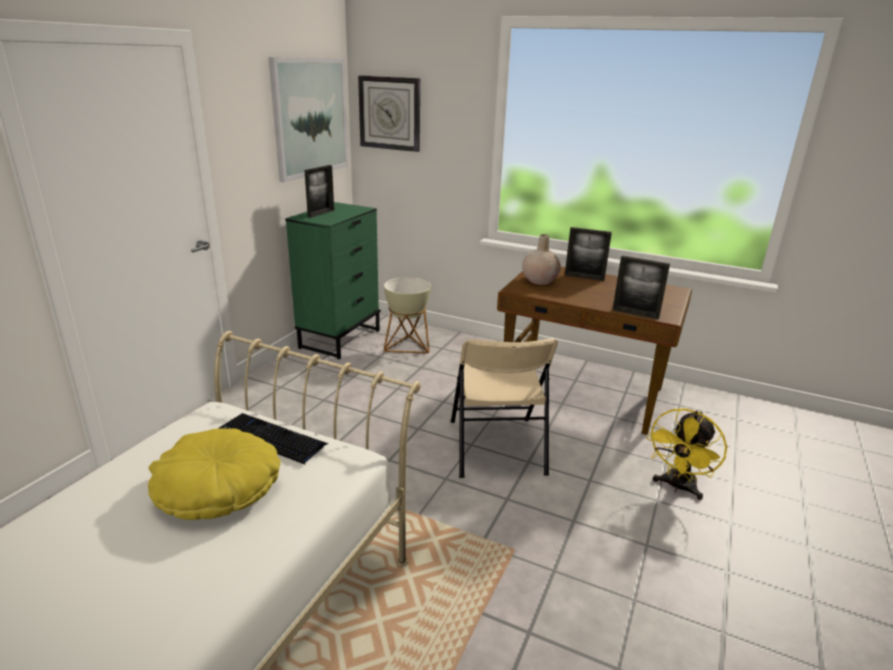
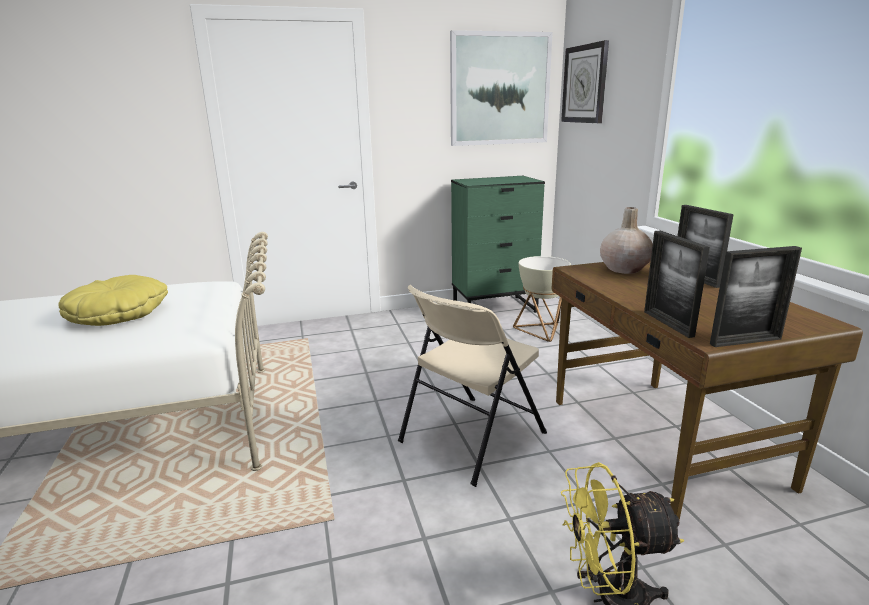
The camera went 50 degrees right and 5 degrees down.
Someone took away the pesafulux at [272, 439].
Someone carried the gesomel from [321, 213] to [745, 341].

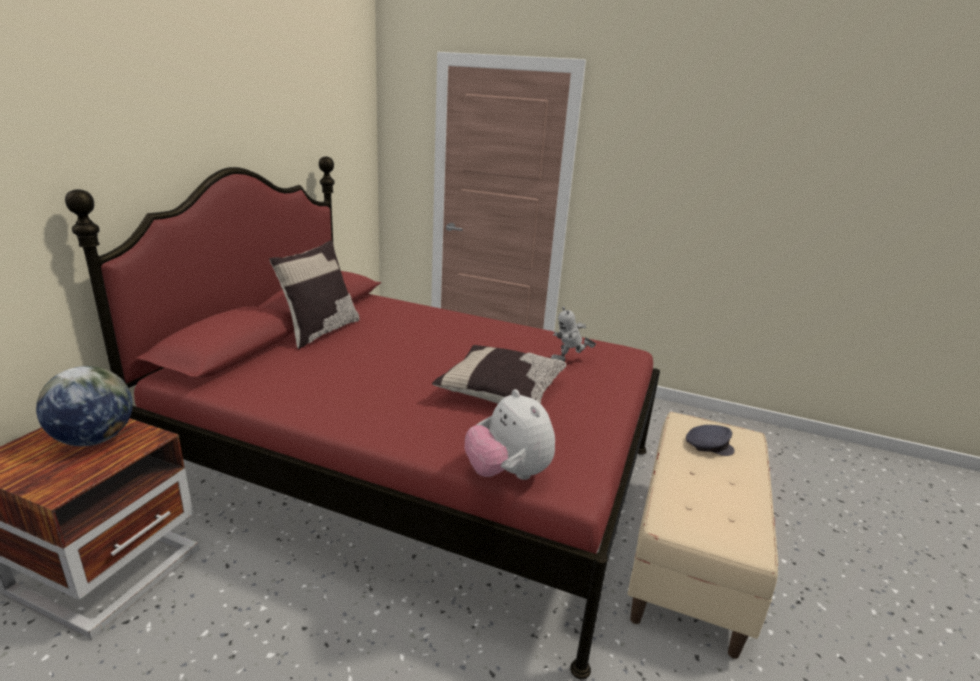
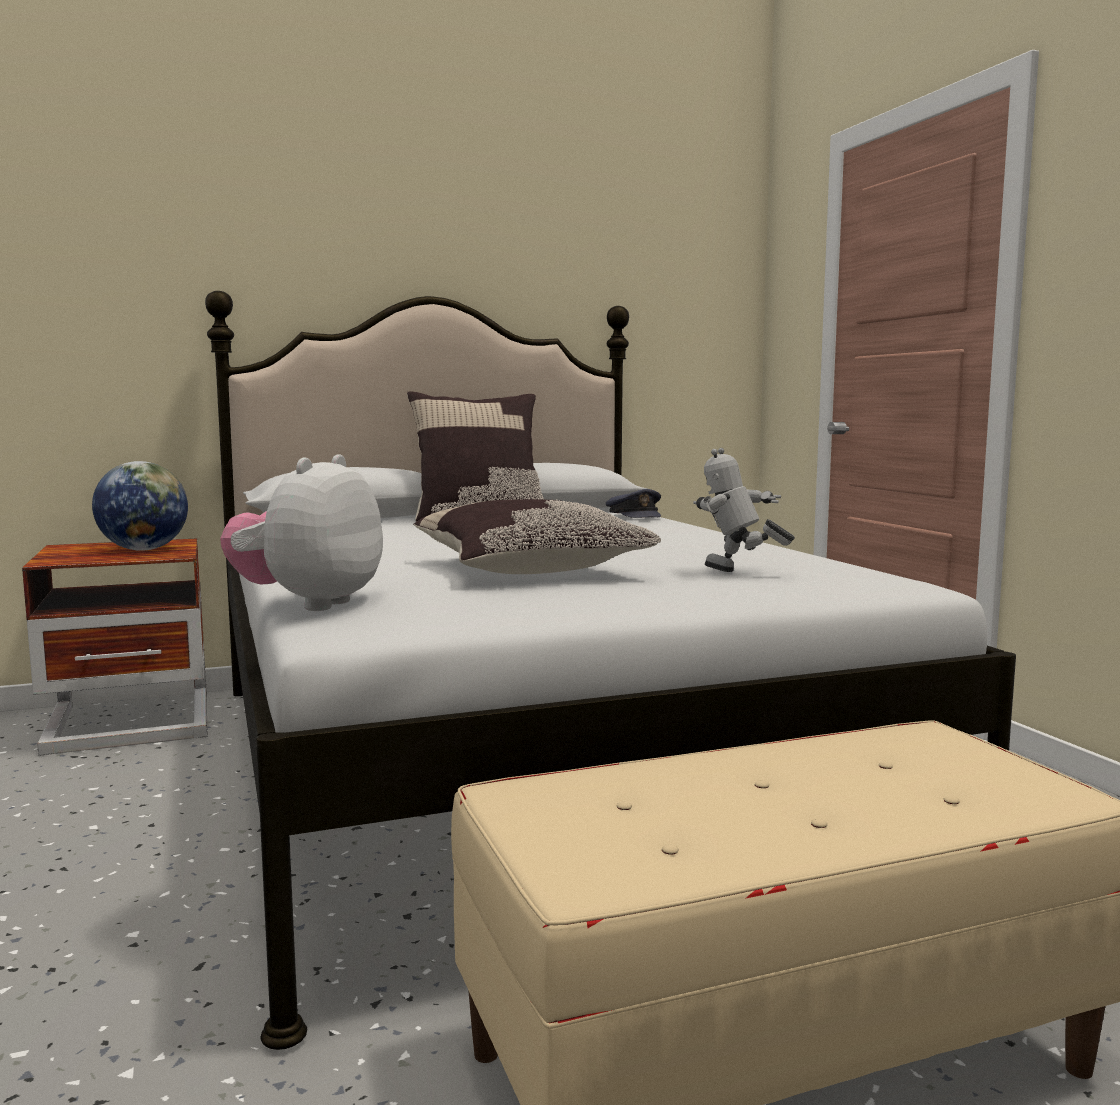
The camera went 50 degrees right and 15 degrees down.
Someone repainted the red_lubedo at [418, 475], which became the white_lubedo at [520, 767].
Someone carried the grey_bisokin from [707, 445] to [635, 515].

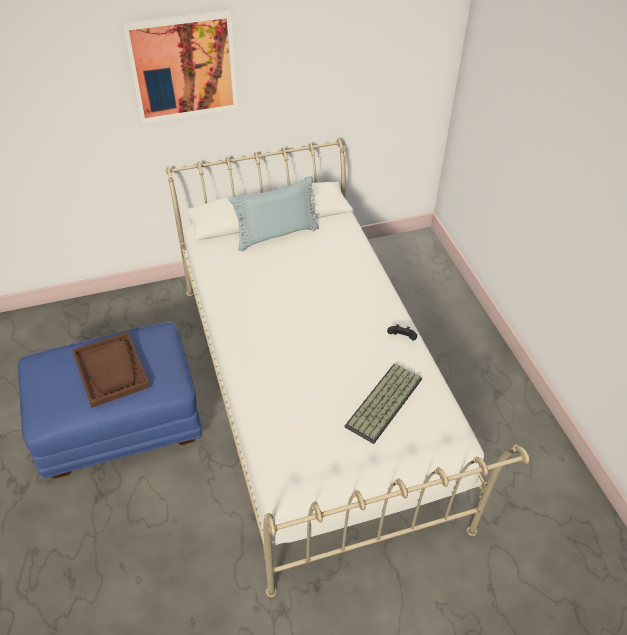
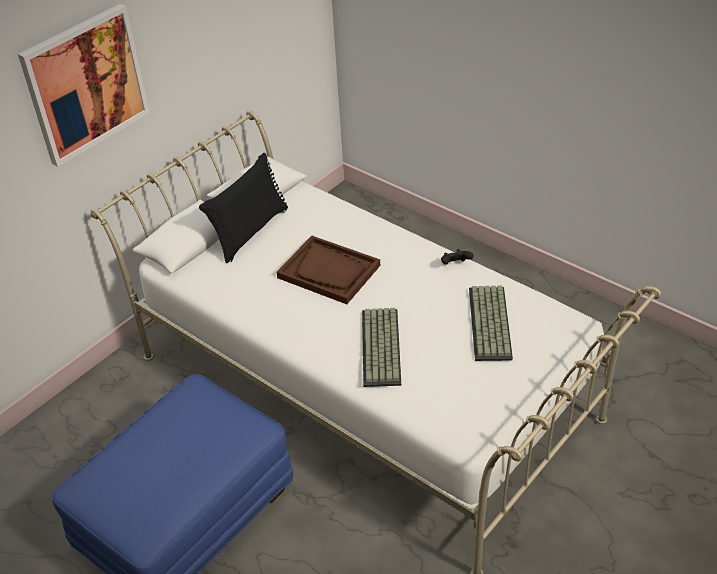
The camera went 30 degrees left and 5 degrees down.
Someone carried the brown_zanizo from [111, 370] to [329, 271].
Someone repainted the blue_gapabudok at [276, 234], which became the black_gapabudok at [250, 232].
Someone put down the pesafulux at [382, 348].

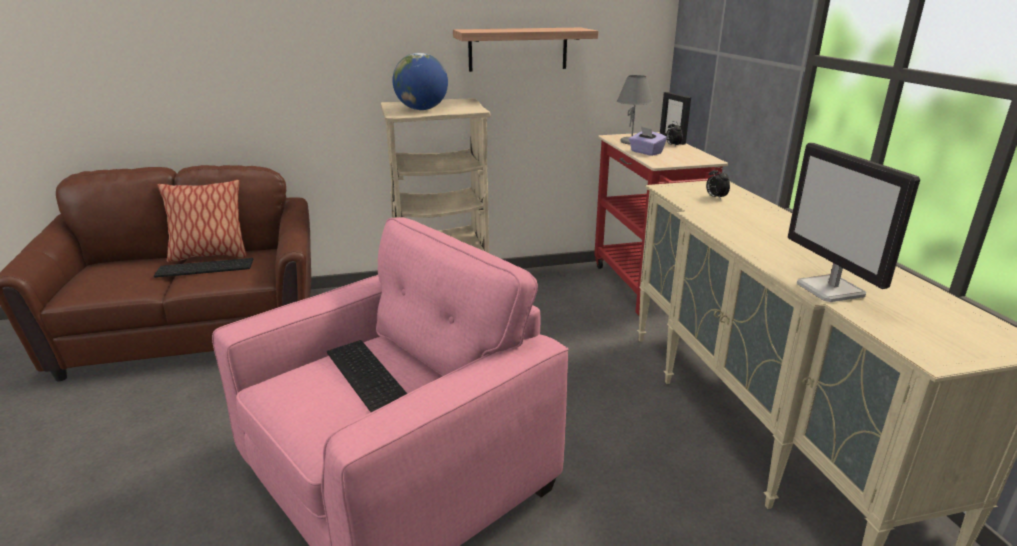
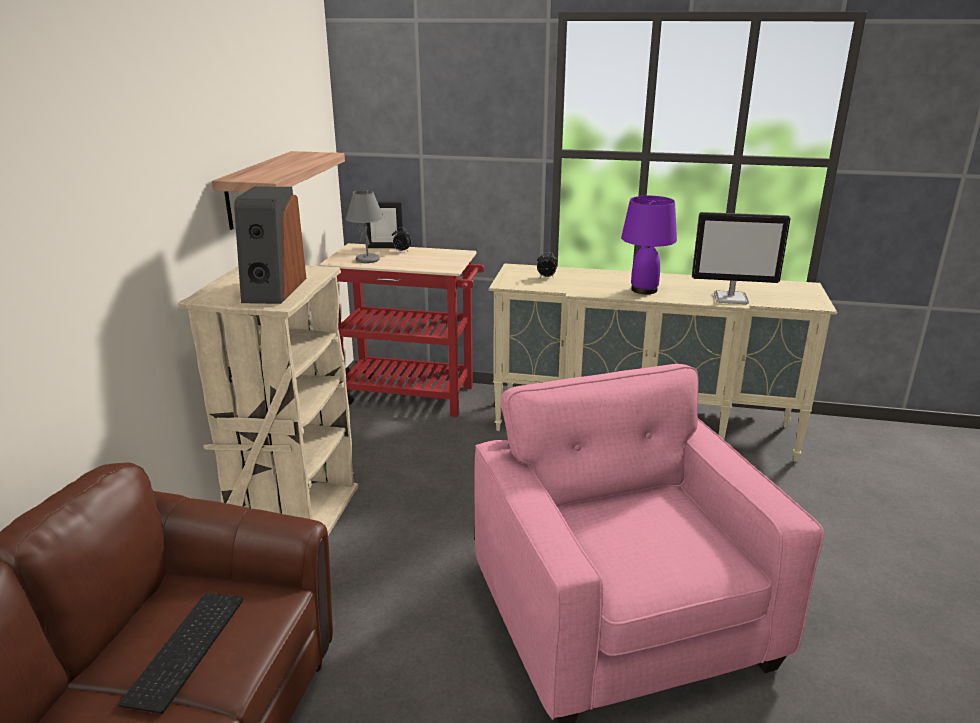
The camera went 65 degrees left and 0 degrees up.
Someone took away the gapabudok at [210, 256].
Someone took away the pesafulux at [369, 375].
Someone swapped the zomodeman at [422, 109] for the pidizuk at [273, 290].
Someone took away the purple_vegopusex at [646, 152].
Someone put down the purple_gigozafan at [644, 290].

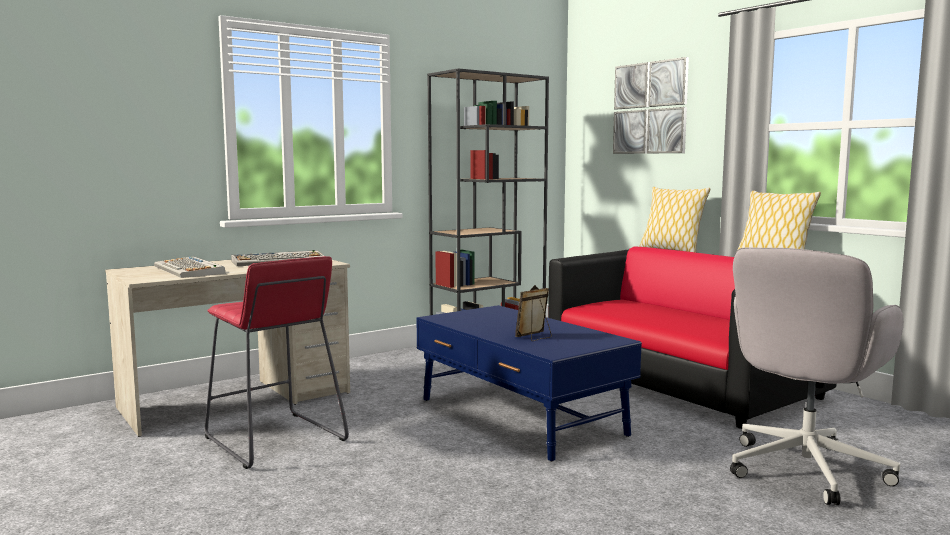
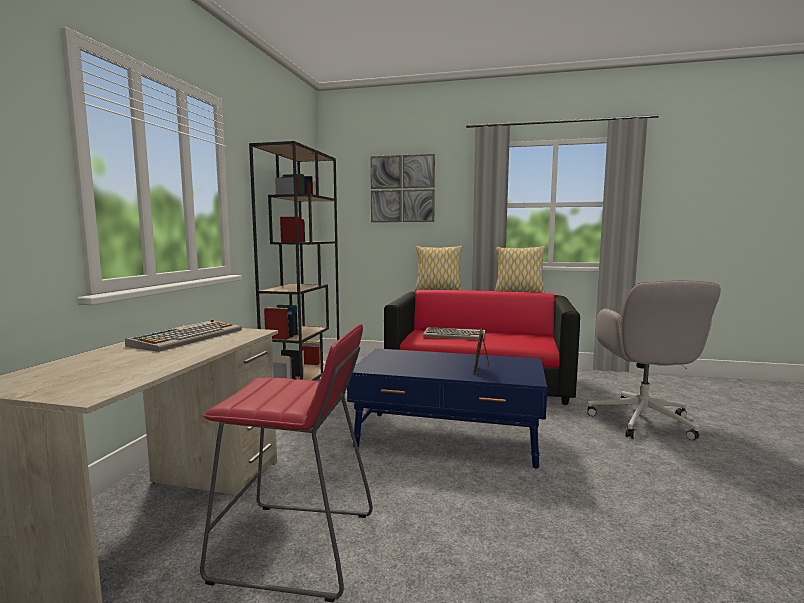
The camera went 40 degrees left and 0 degrees up.
Someone carried the pesafulux from [189, 270] to [455, 335].

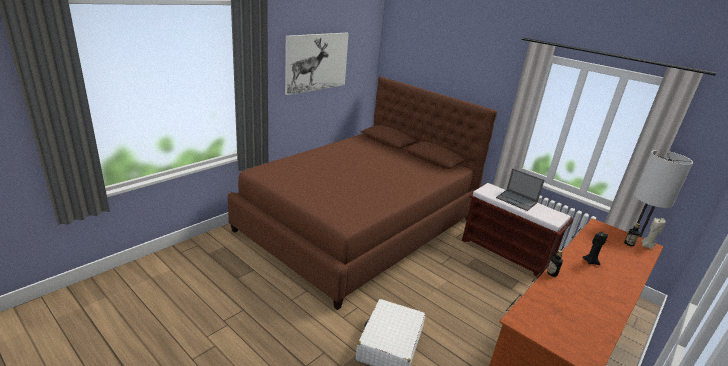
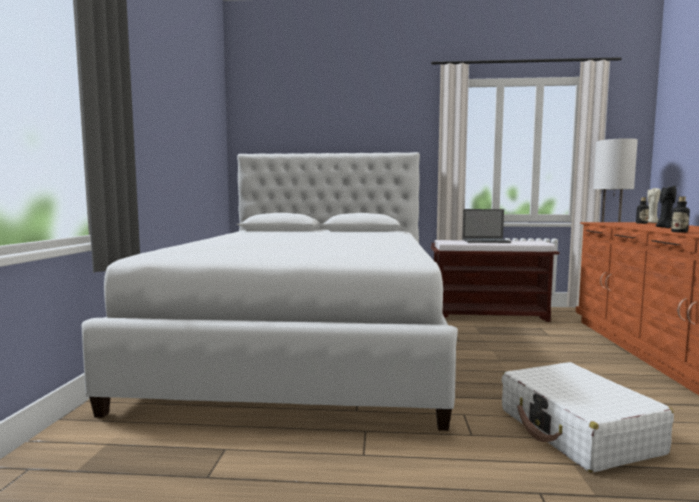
The camera went 35 degrees left and 20 degrees down.
Someone repainted the brown_lubedo at [359, 225], which became the white_lubedo at [309, 341].
Someone took away the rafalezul at [316, 62].

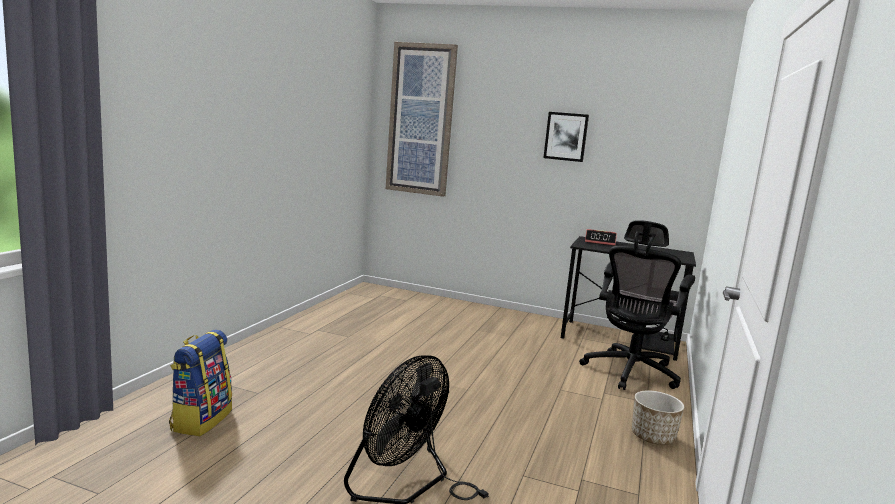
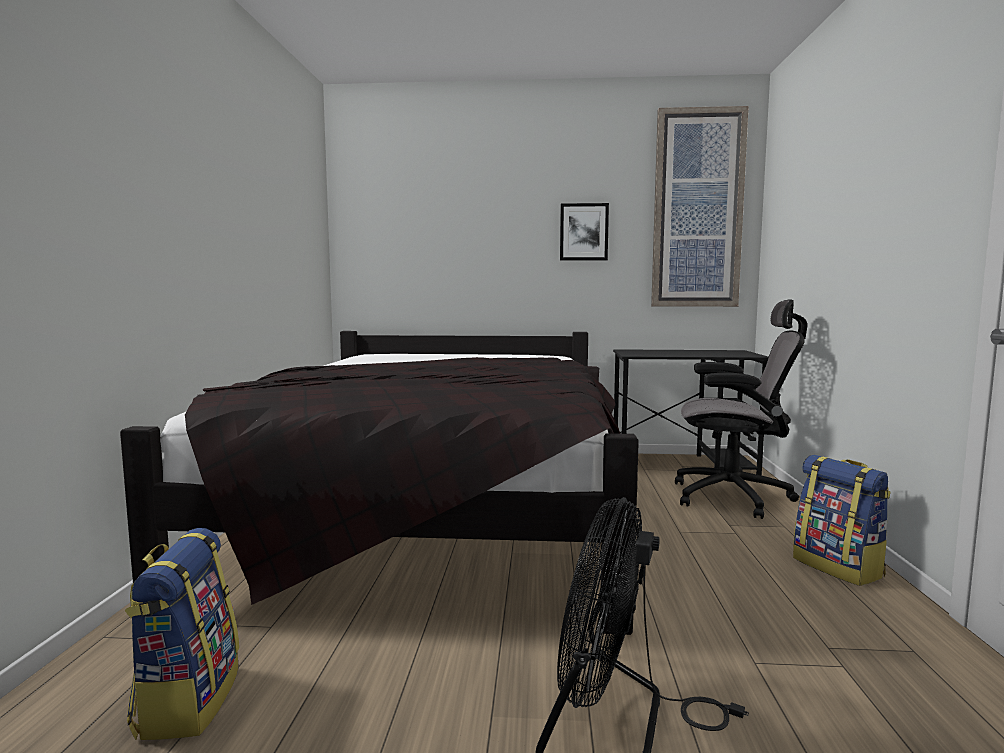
The camera went 15 degrees left and 5 degrees down.
Someone carried the rafalezul from [421, 120] to [697, 209].
Someone rotated the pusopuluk at [630, 372] by 90 degrees counterclockwise.
Someone took away the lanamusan at [600, 242].
Someone swapped the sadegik at [652, 437] for the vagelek at [839, 567].
Someone put down the black_lubedo at [438, 509].

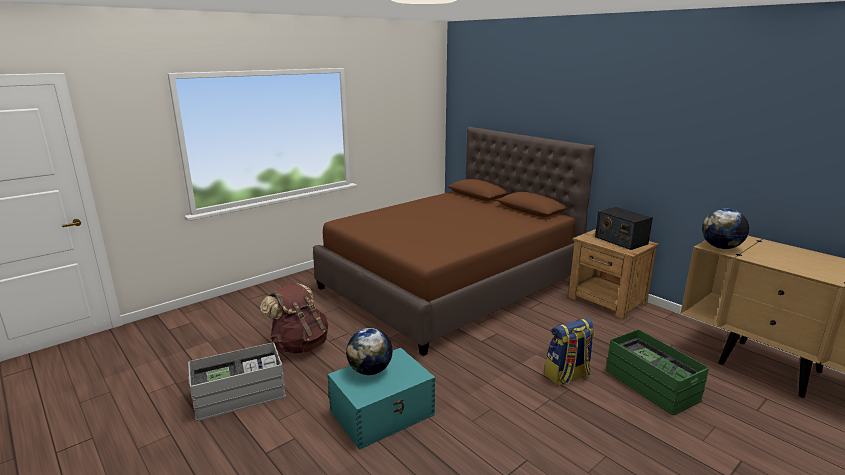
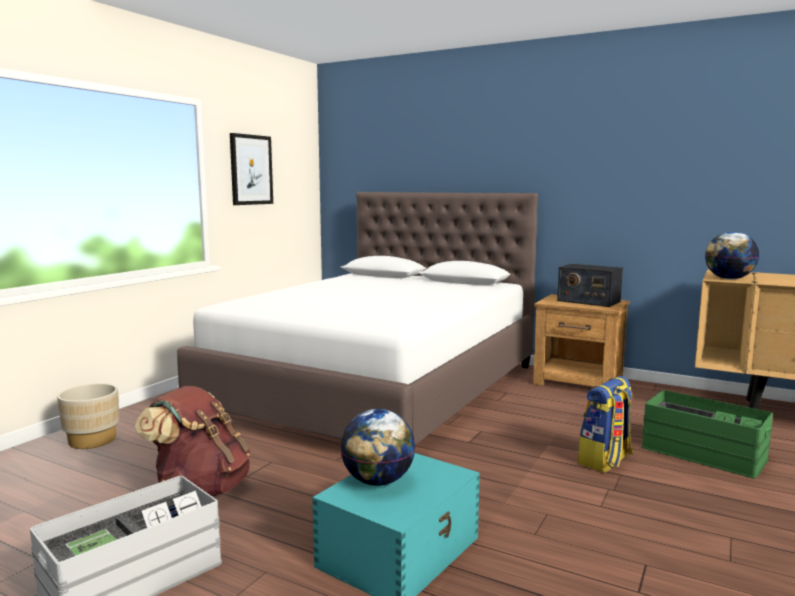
The camera went 20 degrees left and 10 degrees down.
Someone repainted the brown_lubedo at [451, 284], which became the white_lubedo at [378, 388].
Someone put down the beige_sadegik at [92, 440].
Someone put up the rafalezul at [251, 170].

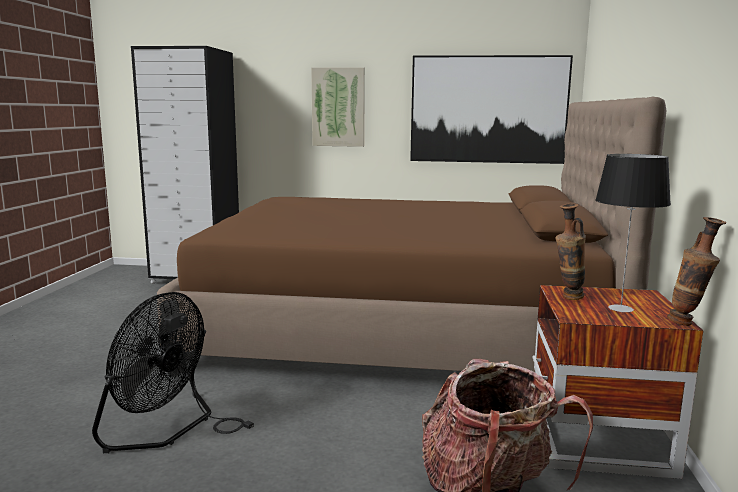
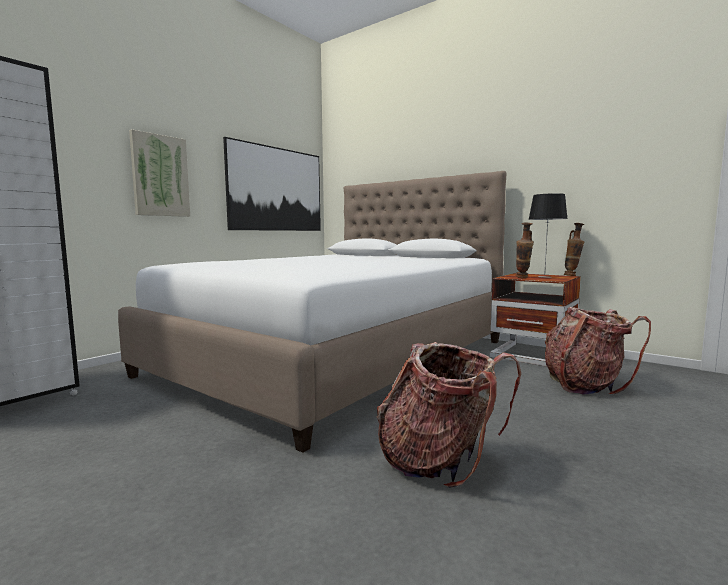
The camera went 60 degrees left and 5 degrees down.
Someone swapped the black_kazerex at [177, 425] for the vagelek at [440, 461].
Someone repainted the brown_lubedo at [401, 330], which became the white_lubedo at [338, 357].

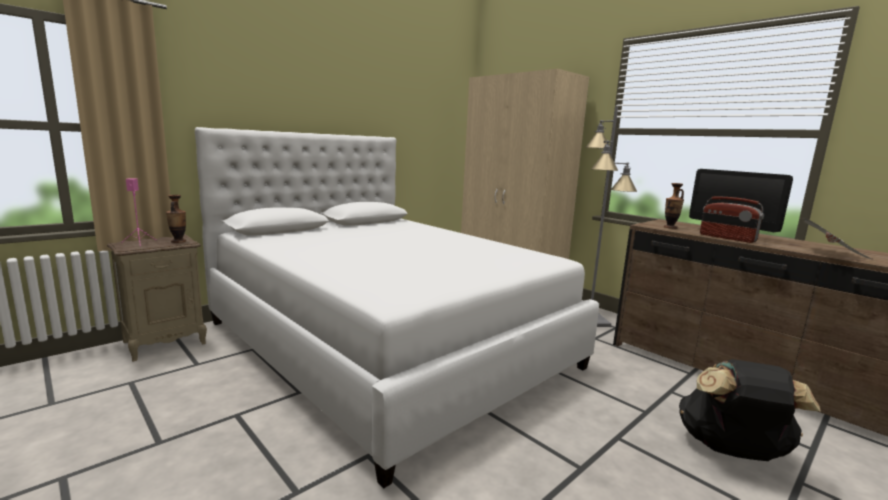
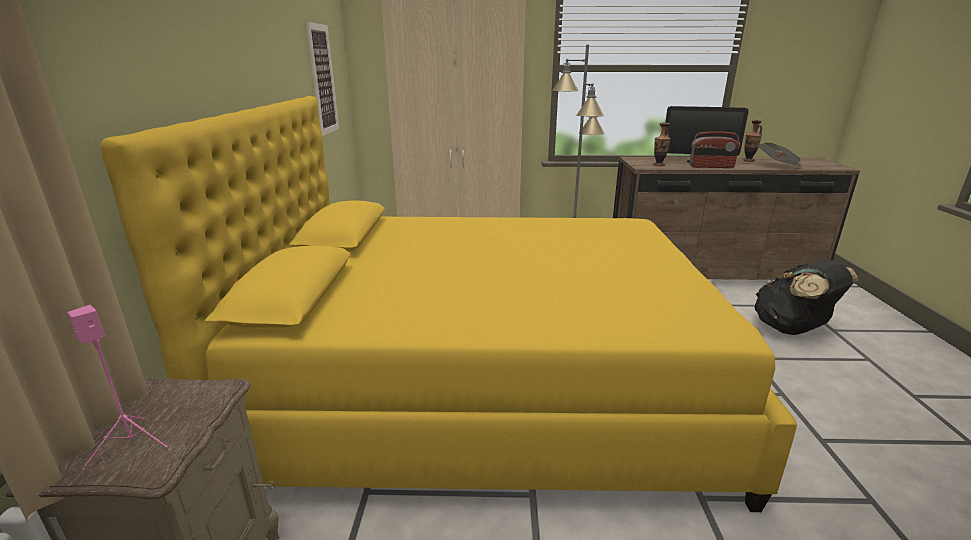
The camera went 45 degrees left and 10 degrees up.
Someone carried the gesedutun from [178, 241] to [748, 160].
Someone repainted the white_lubedo at [387, 343], which became the yellow_lubedo at [487, 382].
Someone put up the rafalezul at [323, 80].

